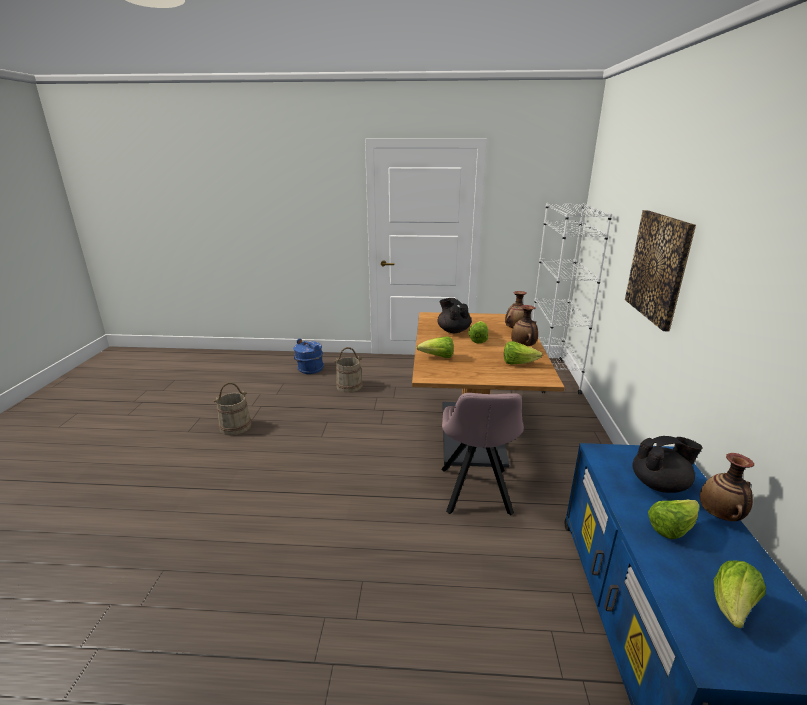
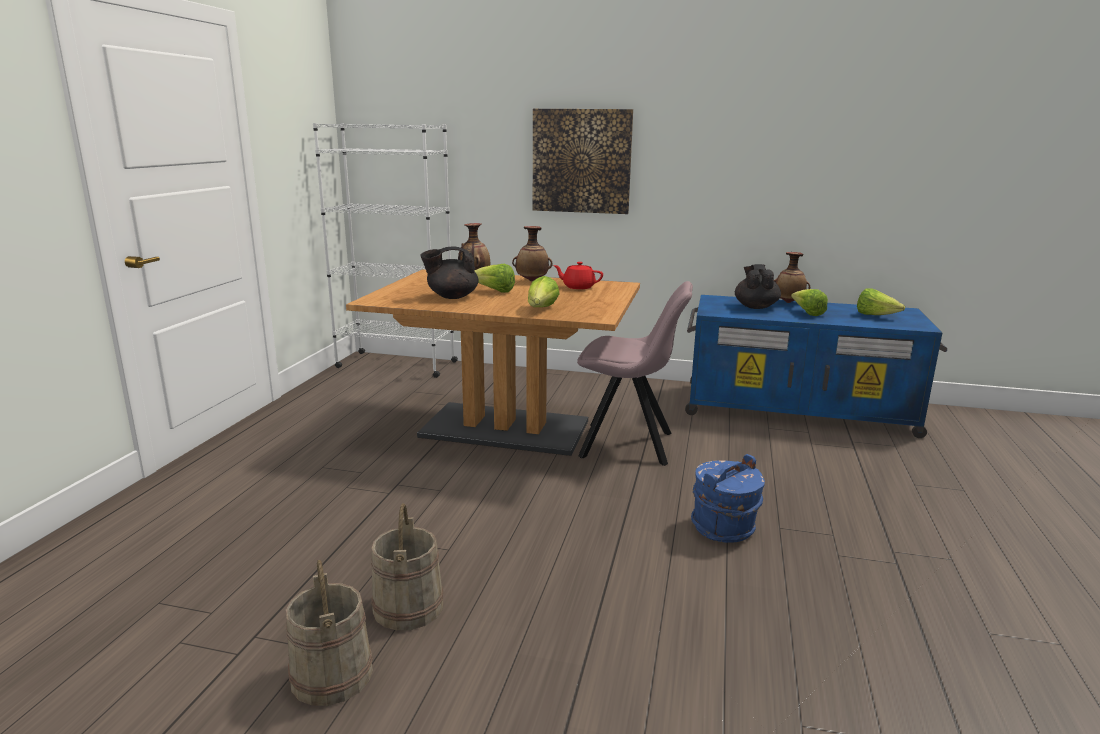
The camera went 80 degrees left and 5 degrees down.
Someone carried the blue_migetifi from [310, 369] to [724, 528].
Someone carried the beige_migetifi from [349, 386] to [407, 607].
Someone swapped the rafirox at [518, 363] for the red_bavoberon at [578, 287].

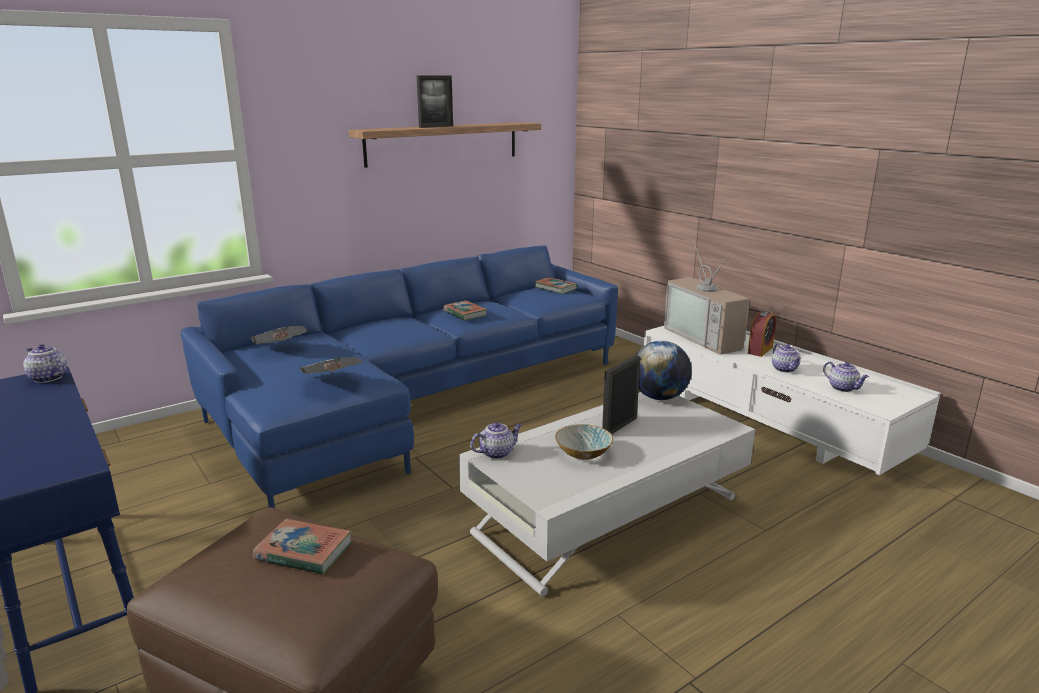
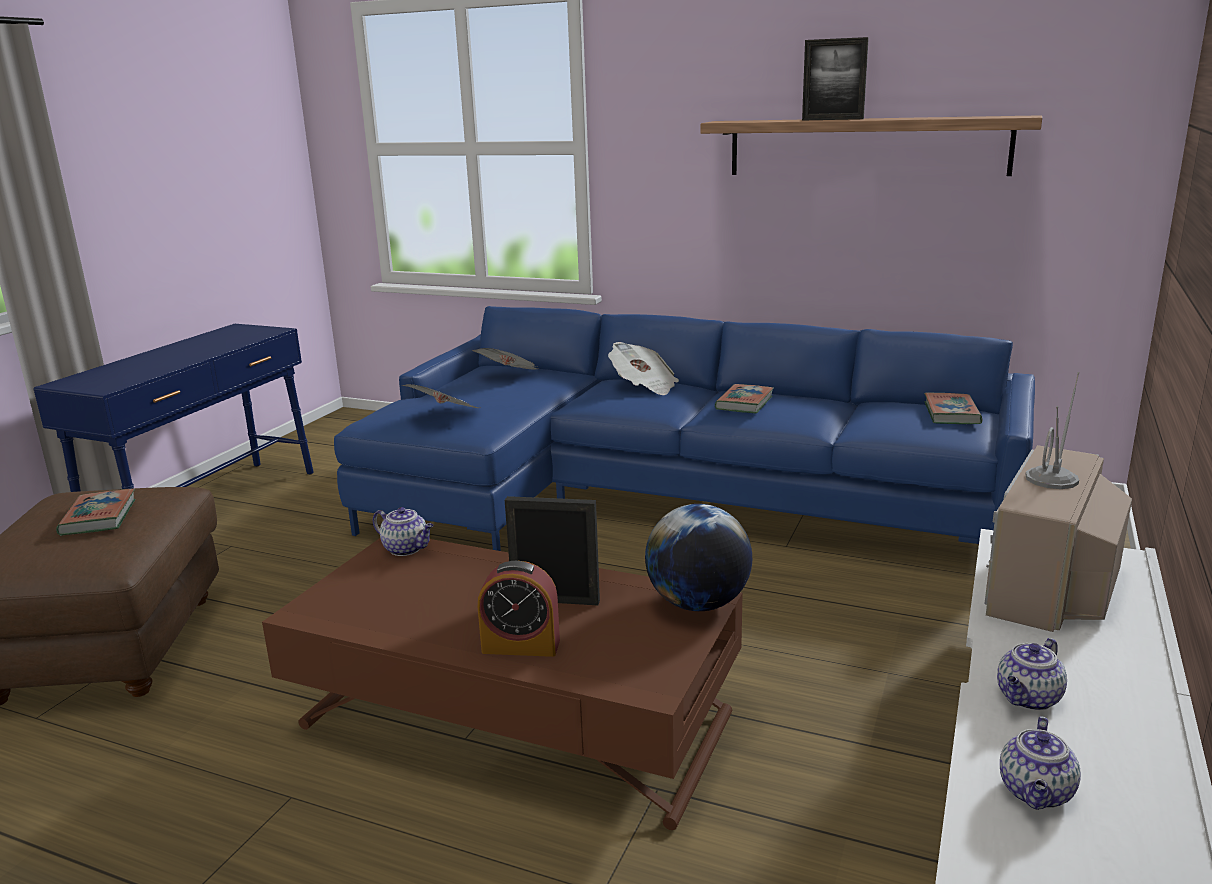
The camera went 60 degrees right and 0 degrees up.
Someone took away the bavoberon at [47, 378].
Someone repainted the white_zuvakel at [609, 516], which became the brown_zuvakel at [516, 723].
Someone took away the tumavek at [584, 453].
Someone carried the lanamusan from [760, 350] to [521, 646].
Someone put down the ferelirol at [644, 386].

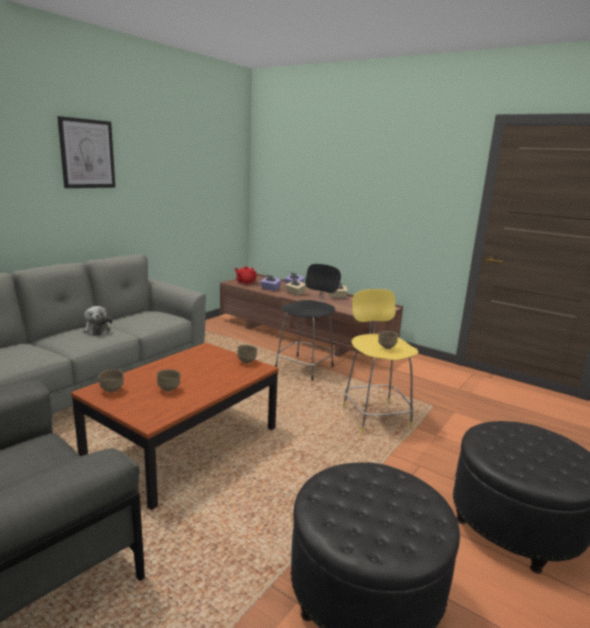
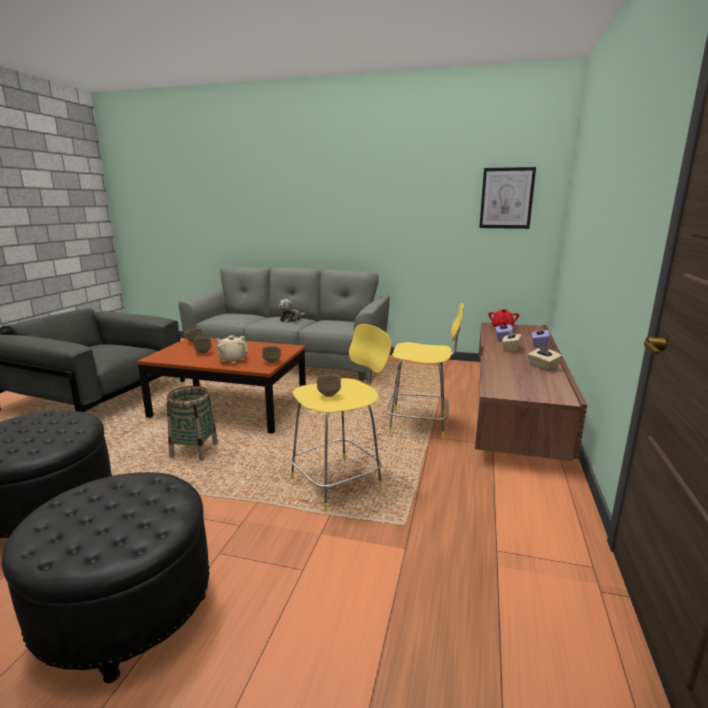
The camera went 70 degrees right and 0 degrees up.
Someone carried the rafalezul from [87, 154] to [506, 198].
Someone repainted the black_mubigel at [305, 367], which became the yellow_mubigel at [420, 424].
Someone put down the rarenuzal at [194, 450].
Someone put down the beige_bavoberon at [233, 360].

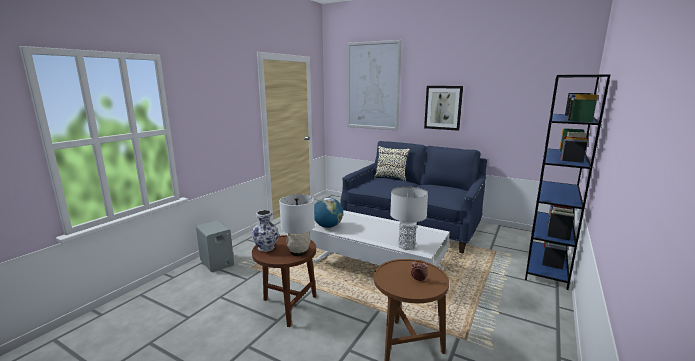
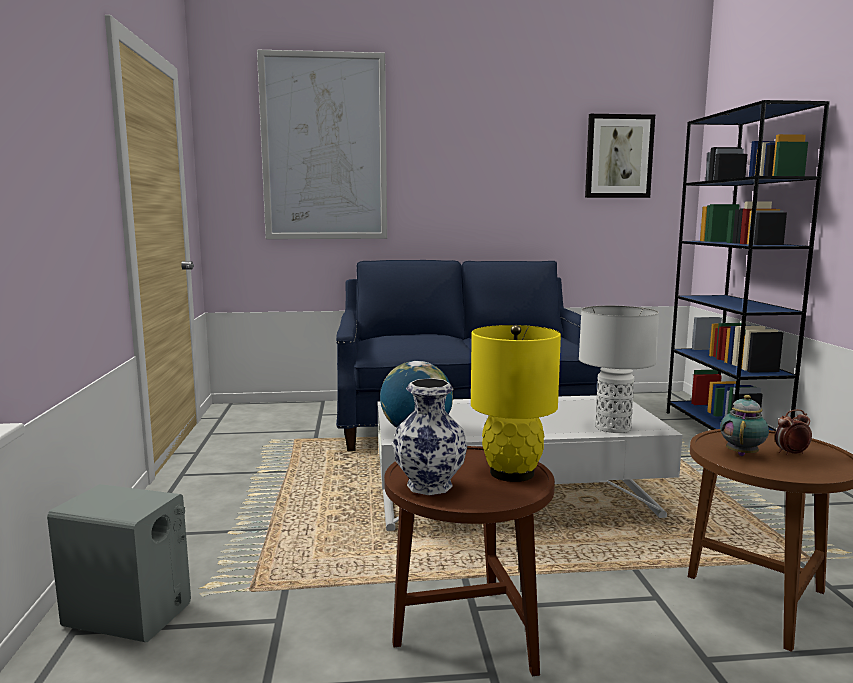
The camera went 35 degrees left and 5 degrees down.
Someone repainted the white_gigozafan at [299, 252], which became the yellow_gigozafan at [512, 473].
Someone took away the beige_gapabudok at [391, 178].
Someone carried the rafalezul from [443, 107] to [618, 156].
Someone put down the bavoberon at [742, 453].

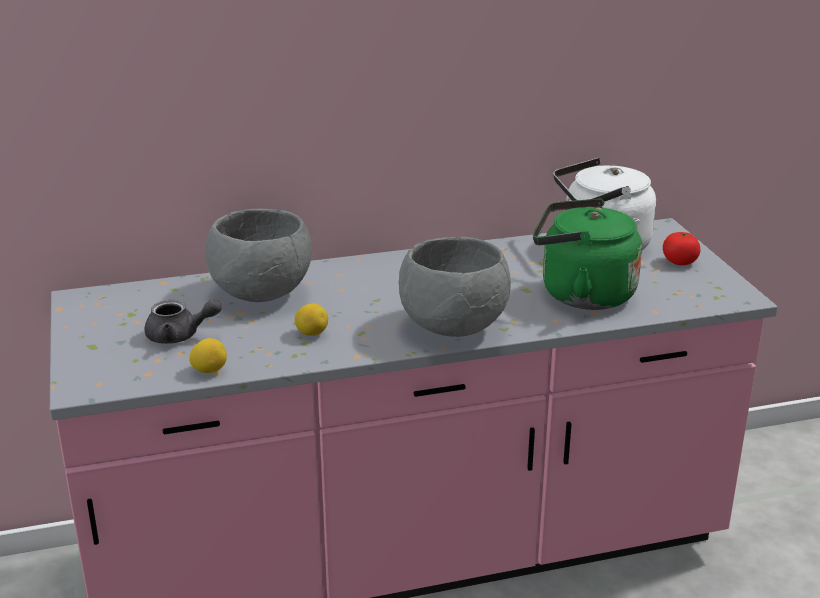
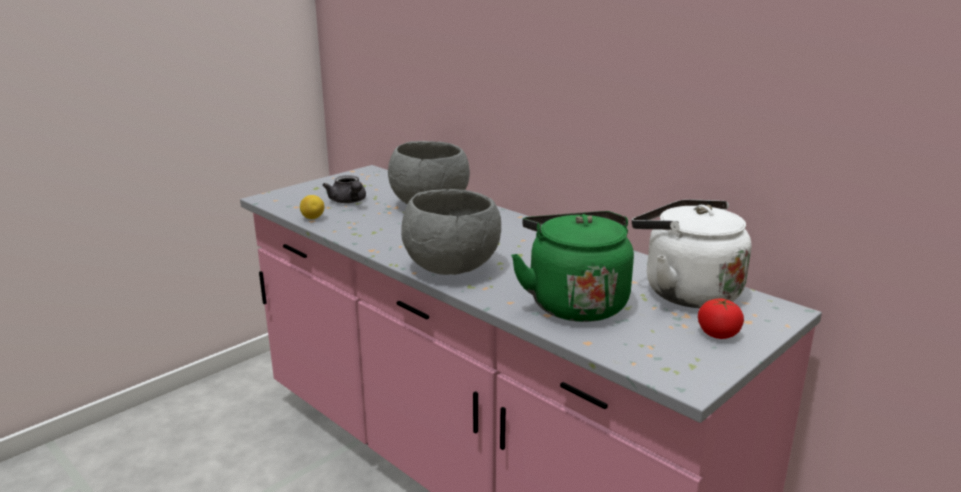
The camera went 60 degrees right and 5 degrees down.
Someone took away the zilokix at [312, 333].

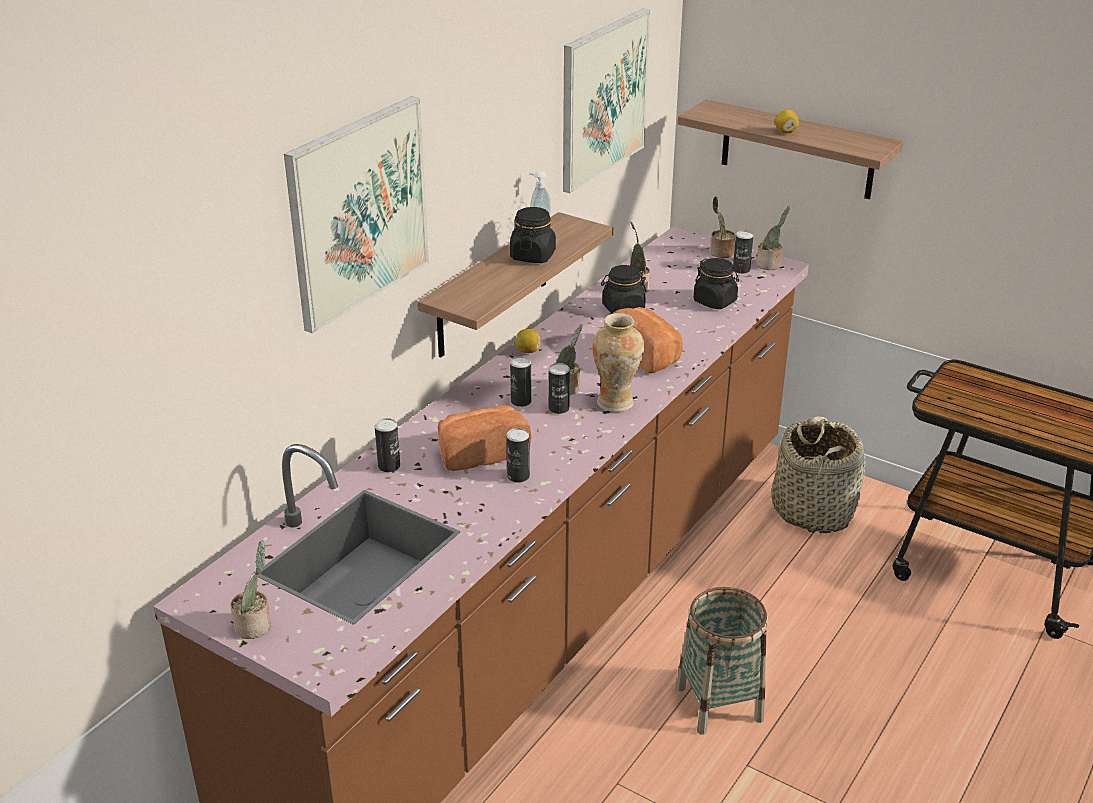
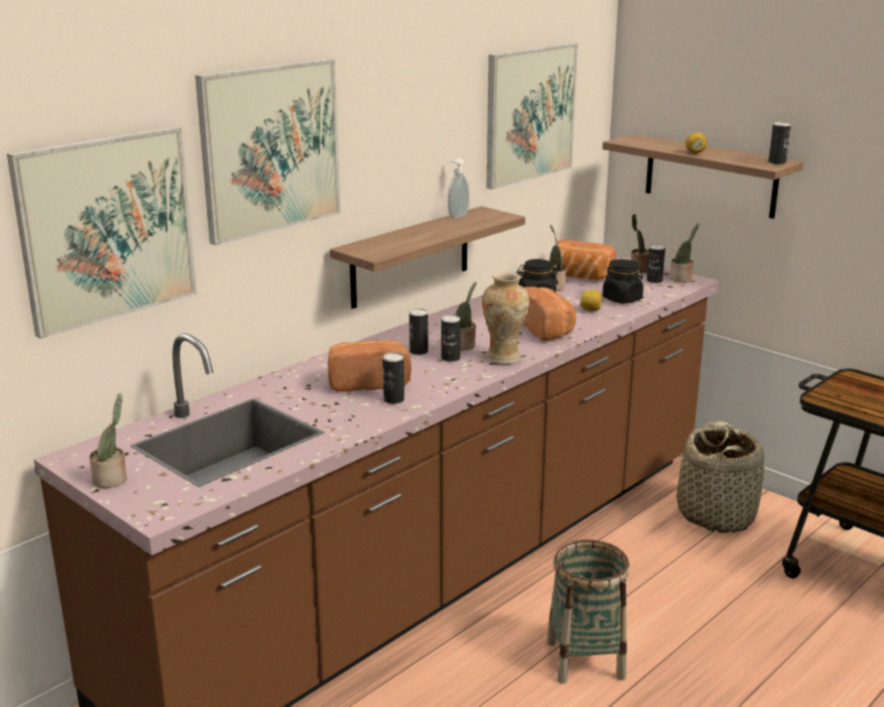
The camera went 10 degrees right and 10 degrees down.
Someone carried the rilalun from [389, 466] to [777, 162].
Someone took away the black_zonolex at [533, 256].
Someone carried the zilokix from [528, 351] to [591, 310].
Someone put up the rafalezul at [107, 228].
Someone put down the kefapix at [579, 277].

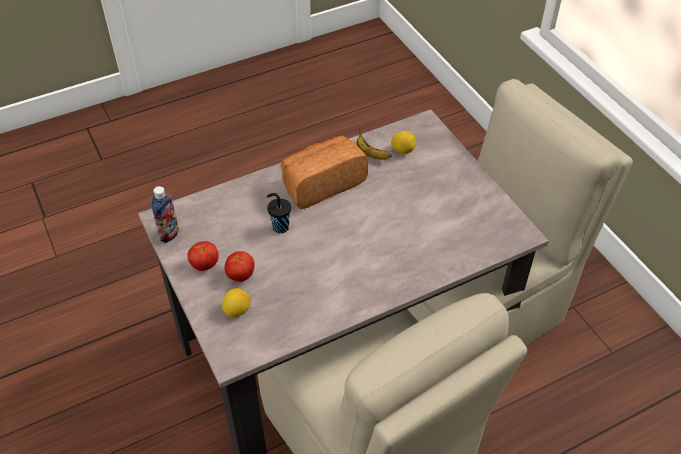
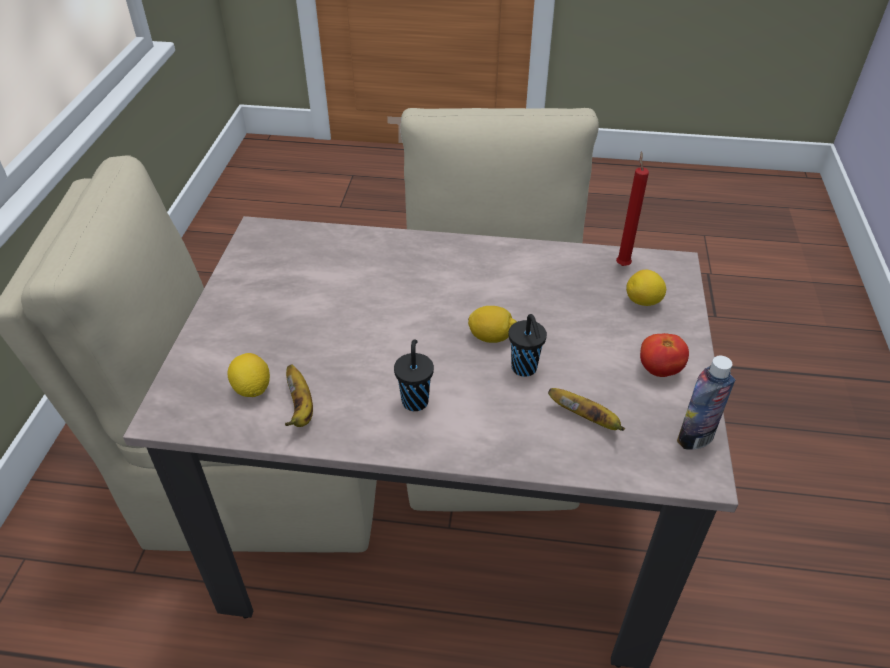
The camera went 145 degrees left and 5 degrees down.
Someone took away the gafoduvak at [240, 275].
Someone swapped the kefapix at [321, 183] for the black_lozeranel at [415, 400].
Someone put down the zilokix at [491, 337].
Someone put down the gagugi at [586, 419].
Someone put down the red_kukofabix at [622, 264].

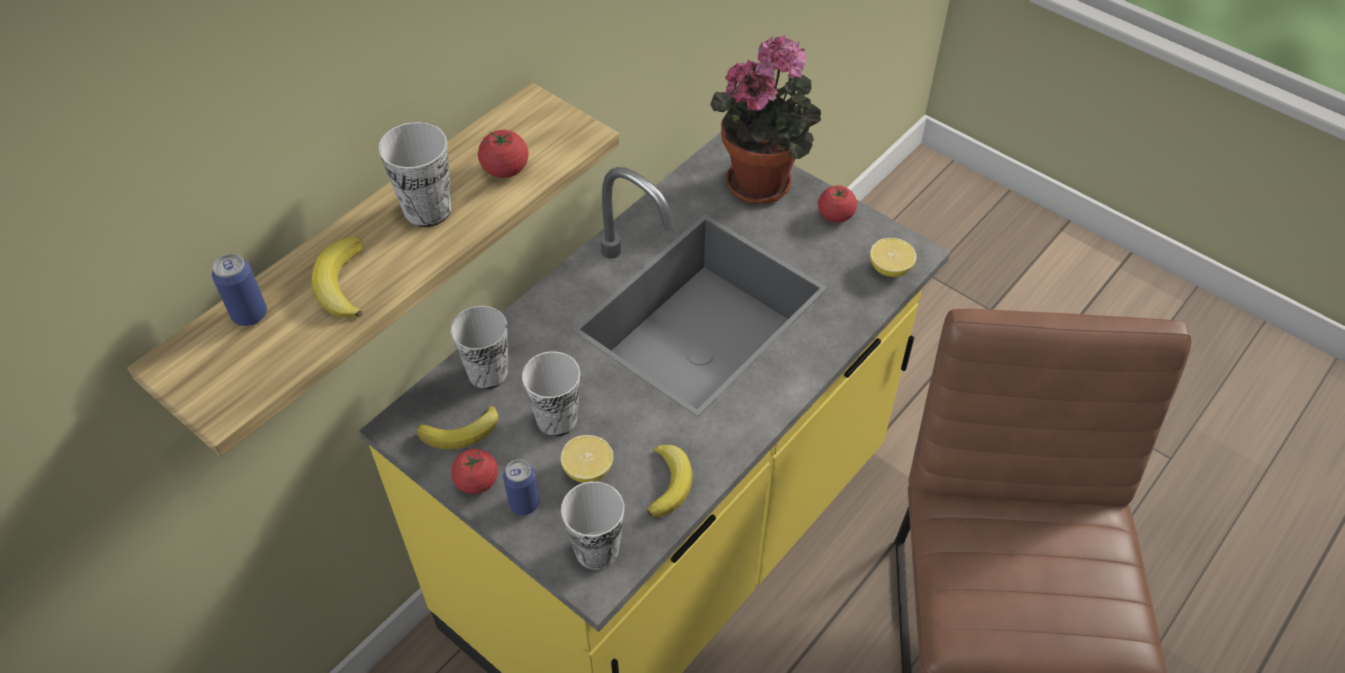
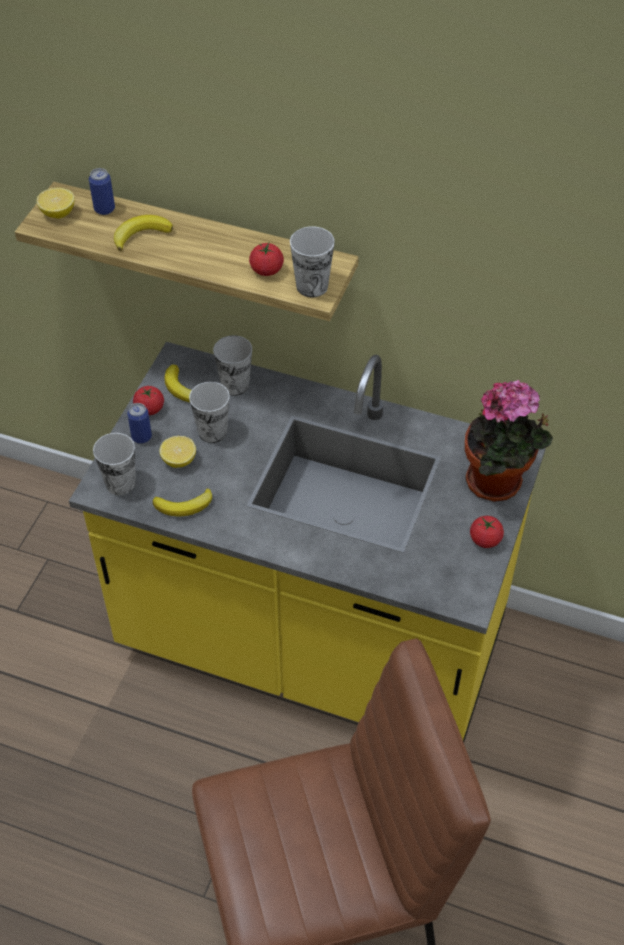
The camera went 70 degrees right and 0 degrees up.
Someone carried the lozeranel from [427, 210] to [312, 286].
Someone carried the zilokix from [890, 269] to [58, 213].

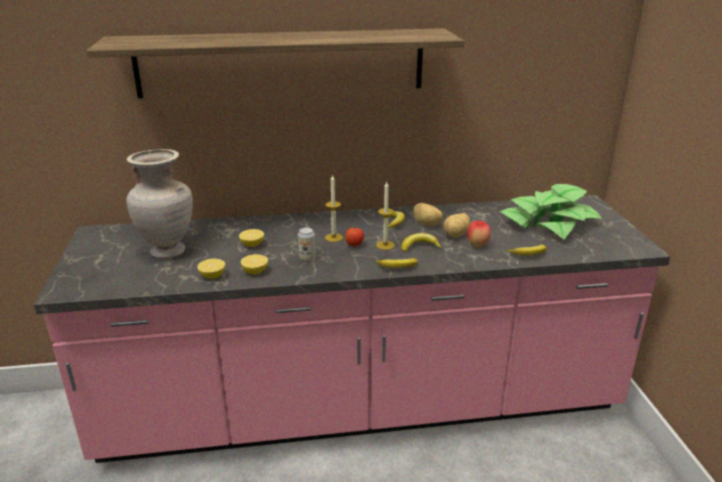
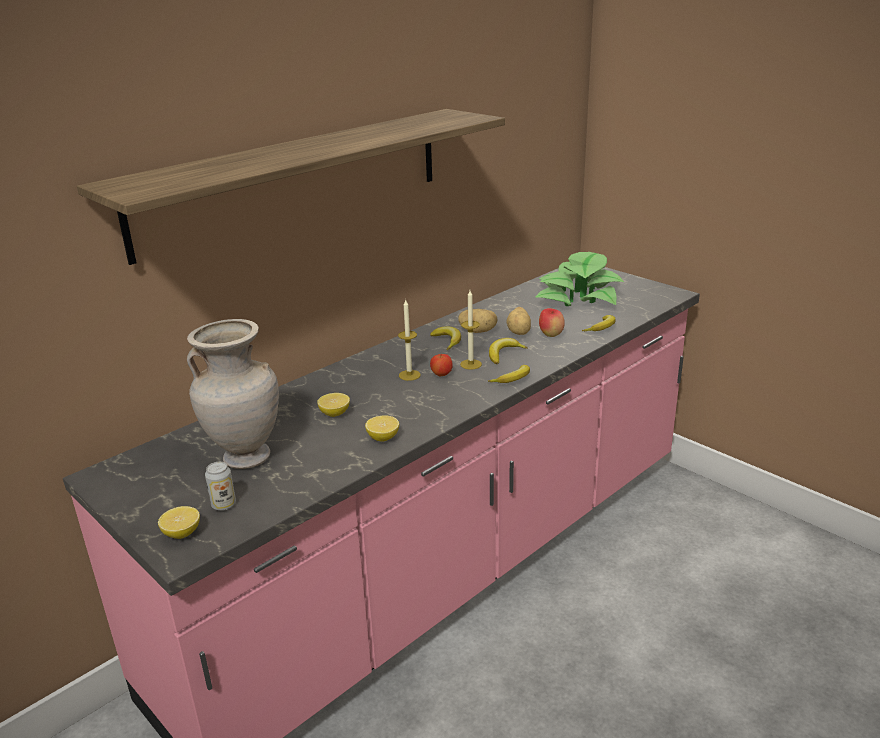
The camera went 35 degrees left and 0 degrees up.
Someone carried the zilokix from [212, 276] to [182, 533].
Someone carried the rilalun from [307, 257] to [223, 505].

